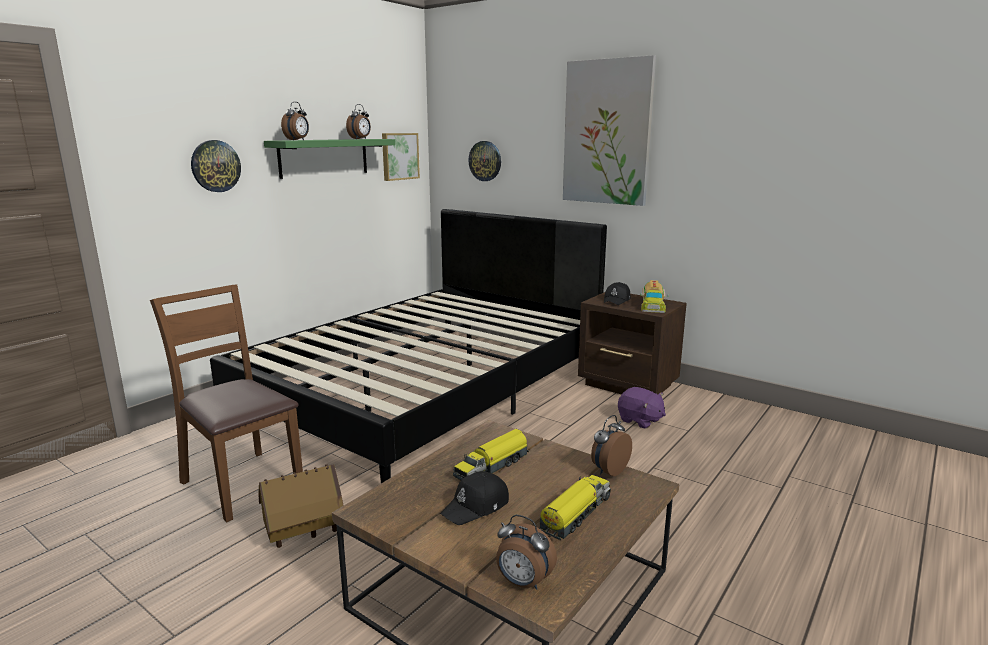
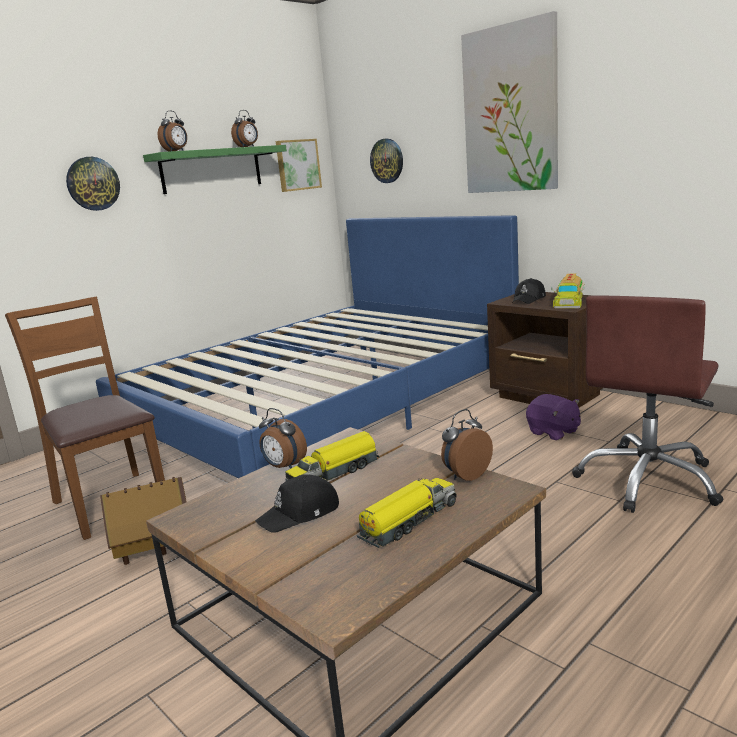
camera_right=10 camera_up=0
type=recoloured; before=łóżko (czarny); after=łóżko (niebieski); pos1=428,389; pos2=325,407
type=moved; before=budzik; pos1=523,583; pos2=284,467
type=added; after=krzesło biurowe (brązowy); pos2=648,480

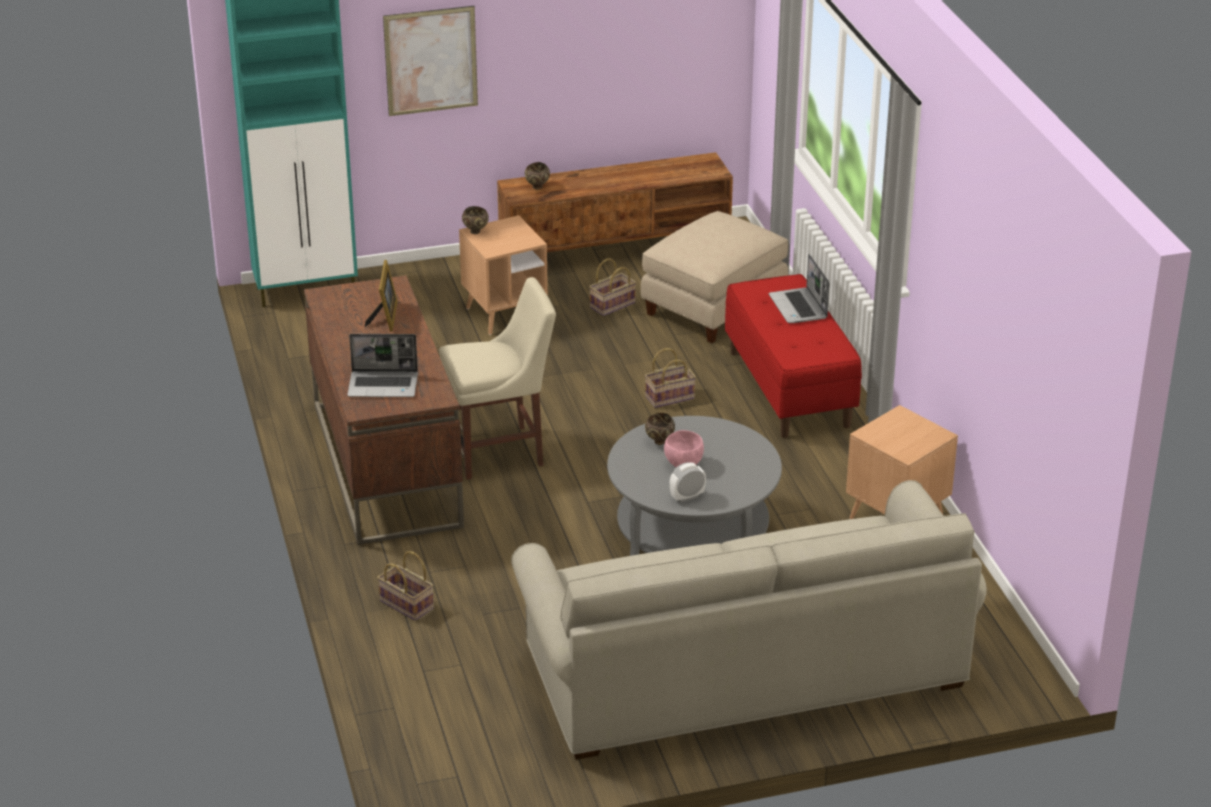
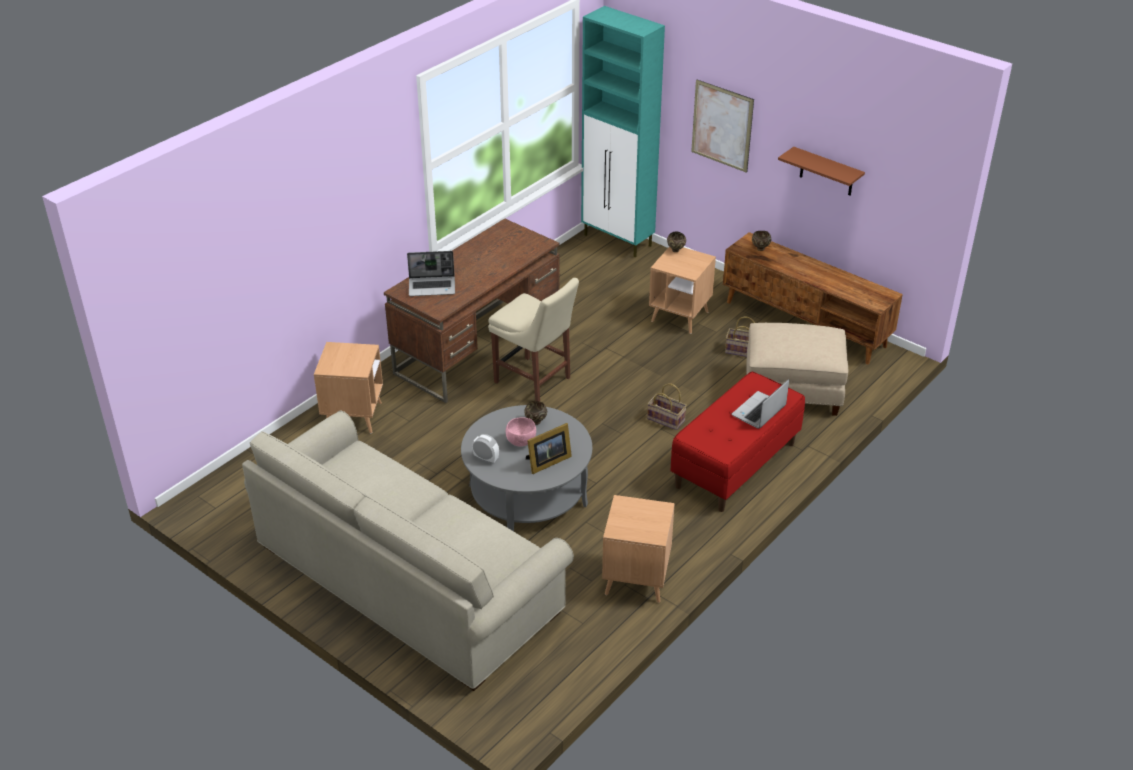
camera_right=55 camera_up=5
type=replaced; before=koszyk; after=stolik (brązowy); pos1=404,604; pos2=353,416
type=turned; before=laptop; pos1=384,385; pos2=432,287; turn=-60
type=moved; before=ramka na zdjęcie; pos1=385,317; pos2=547,462
type=added; after=półka (brązowy); pos2=827,172

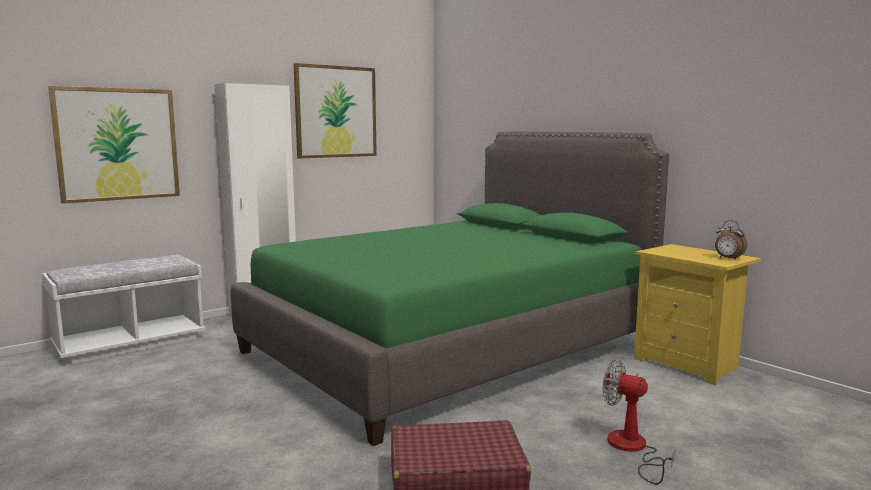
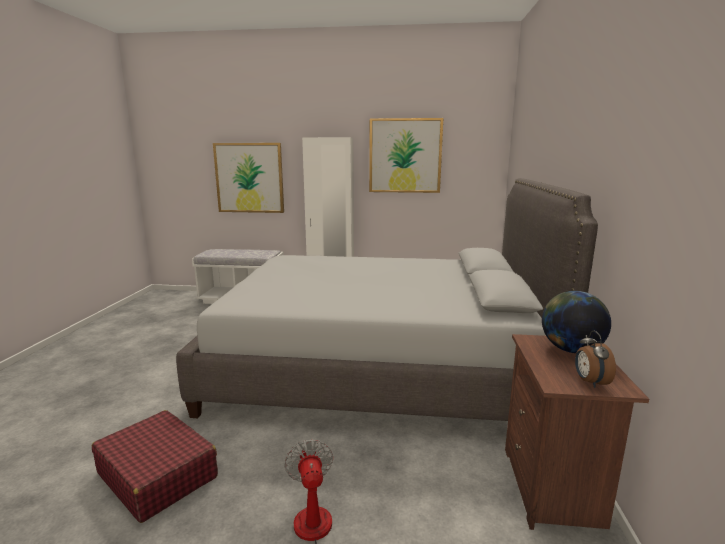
camera_right=45 camera_up=5
type=recoloured; before=łóżko (zielony); after=łóżko (szary); pos1=450,348; pos2=378,367
type=recoloured; before=szafka nocna (żółty); after=szafka nocna (brązowy); pos1=689,364; pos2=553,488
type=added; after=globus; pos2=570,349

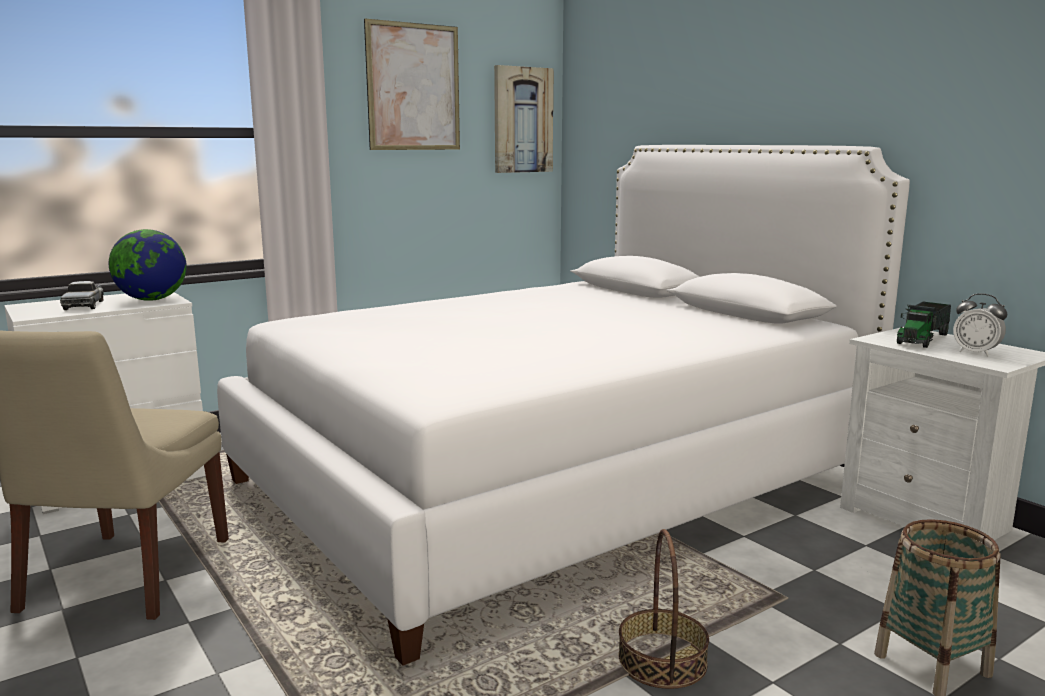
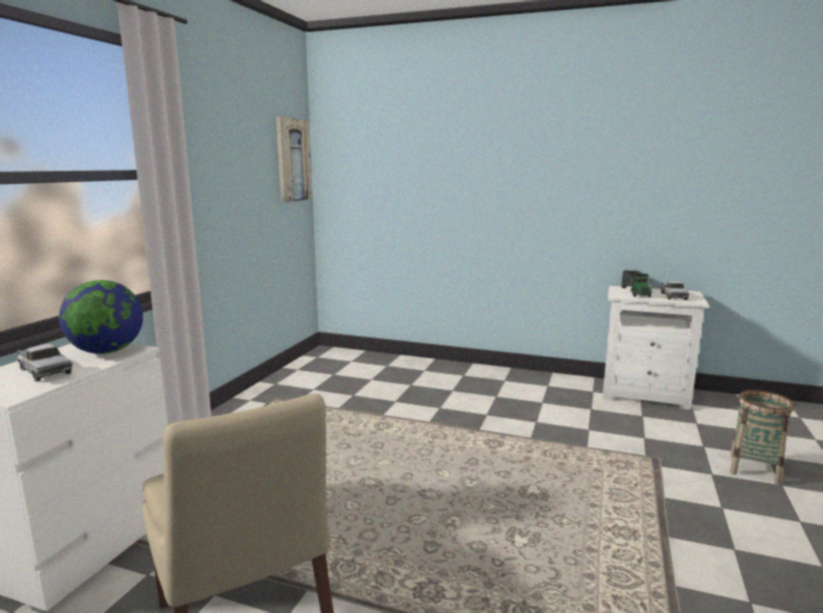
camera_right=-35 camera_up=0
type=replaced; before=budzik; after=ciężarówka zabawkowa; pos1=976,353; pos2=673,296
type=removed; before=łóżko (biały); pos1=552,481
type=removed; before=obraz; pos1=413,87
type=removed; before=koszyk; pos1=662,660

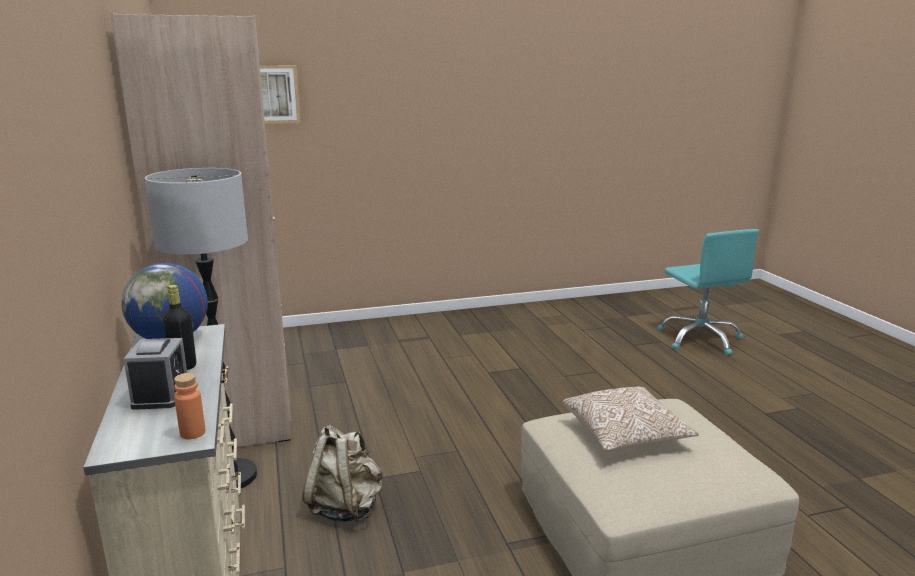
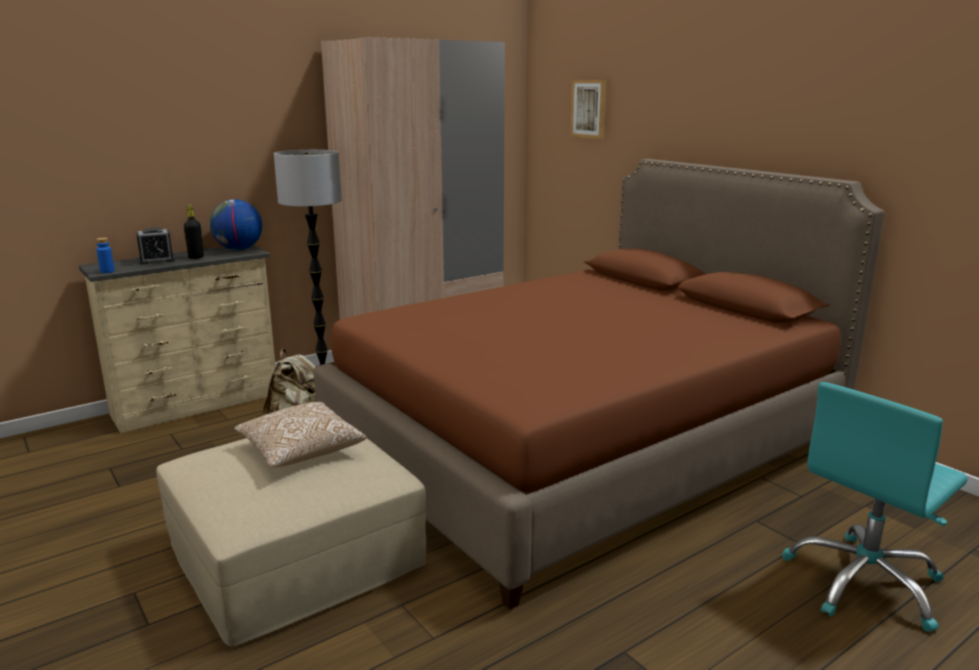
camera_right=70 camera_up=0
type=recoloured; before=butelka (pomarańczowy); after=butelka (niebieski); pos1=192,433; pos2=107,271
type=added; after=łóżko (brązowy); pos2=583,446

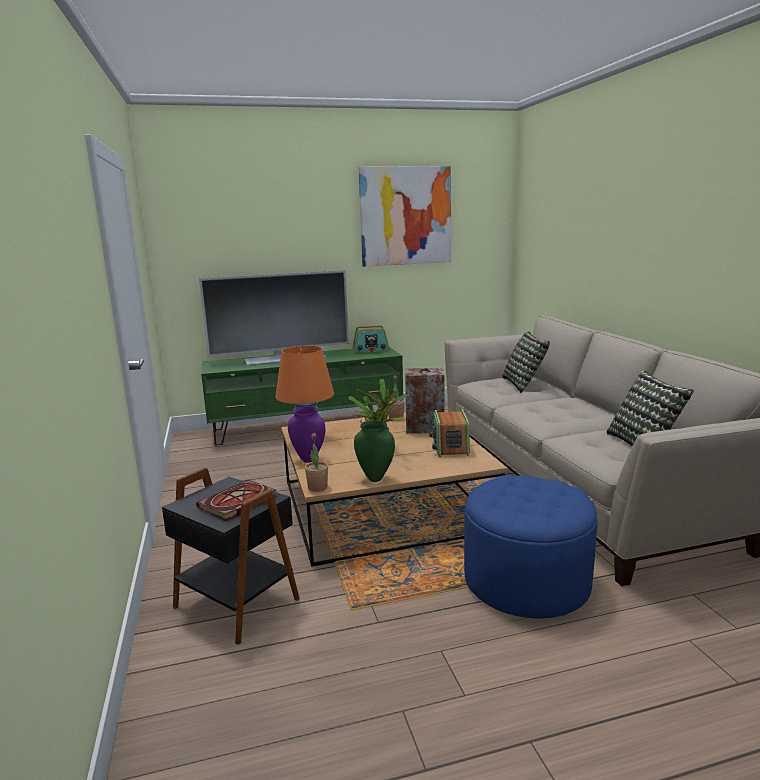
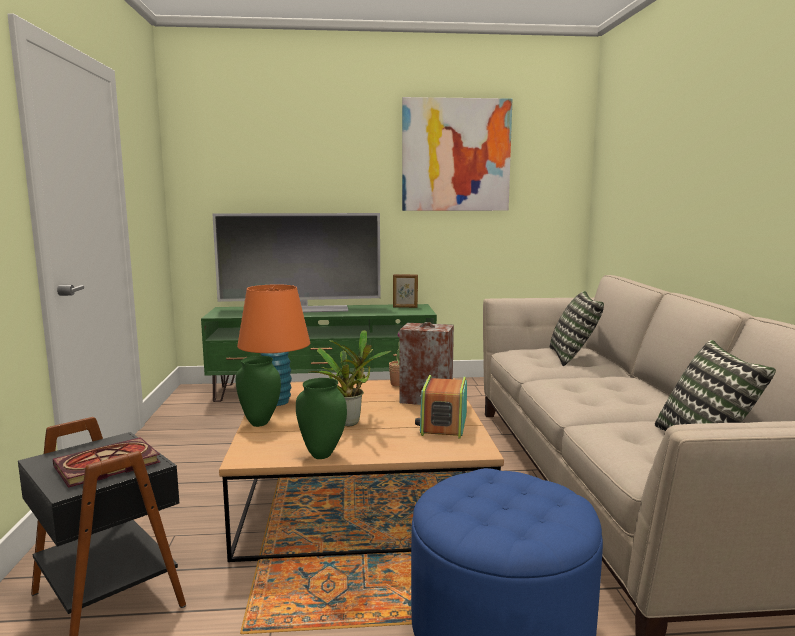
camera_right=10 camera_up=-5
type=recoloured; before=wazon (fioletowy); after=wazon (zielony); pos1=308,460; pos2=259,423
type=replaced; before=radio; after=ramka na zdjęcie; pos1=371,350; pos2=405,307
type=removed; before=roślina doniczkowa; pos1=317,487

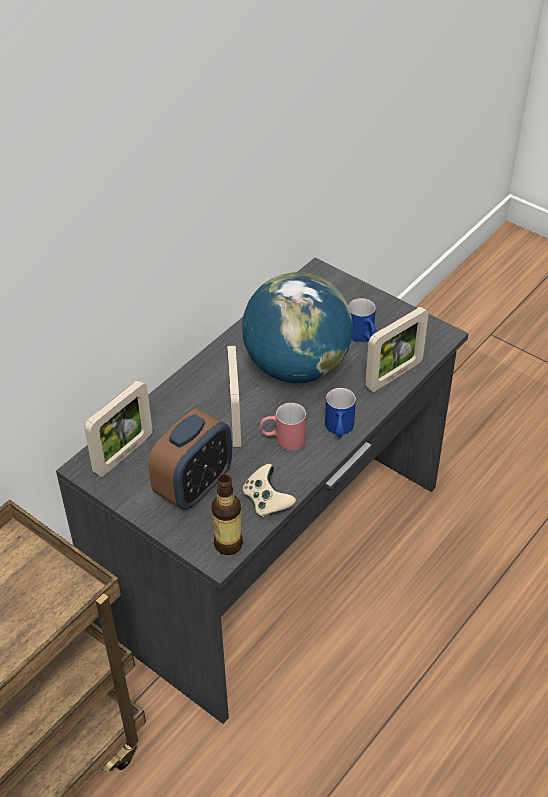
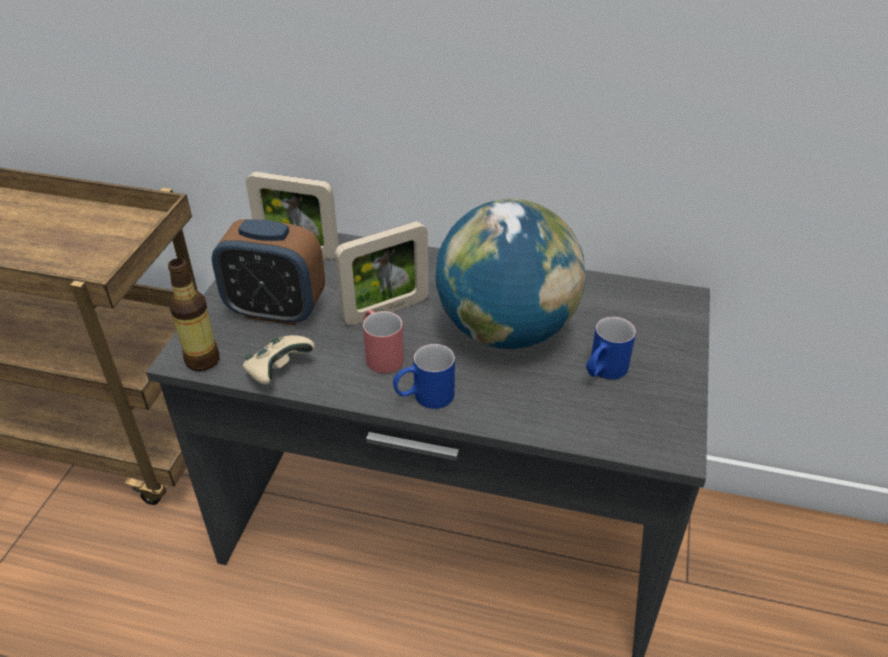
camera_right=65 camera_up=-5
type=removed; before=ramka na zdjęcie; pos1=394,375

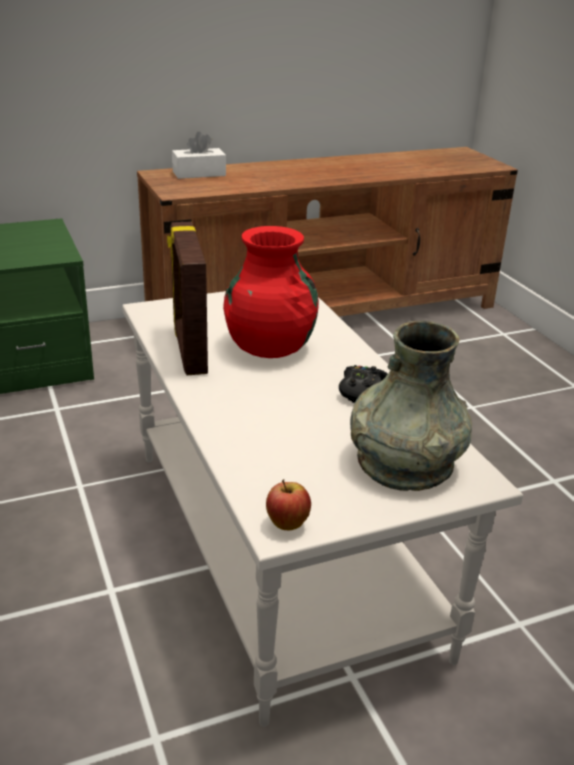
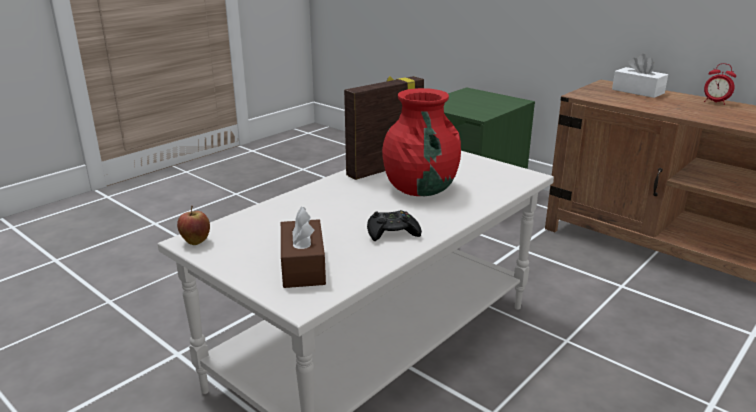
camera_right=65 camera_up=-5
type=replaced; before=wazon (szary); after=pudełko chusteczek (brązowy); pos1=404,462; pos2=303,266
type=added; after=budzik; pos2=715,102

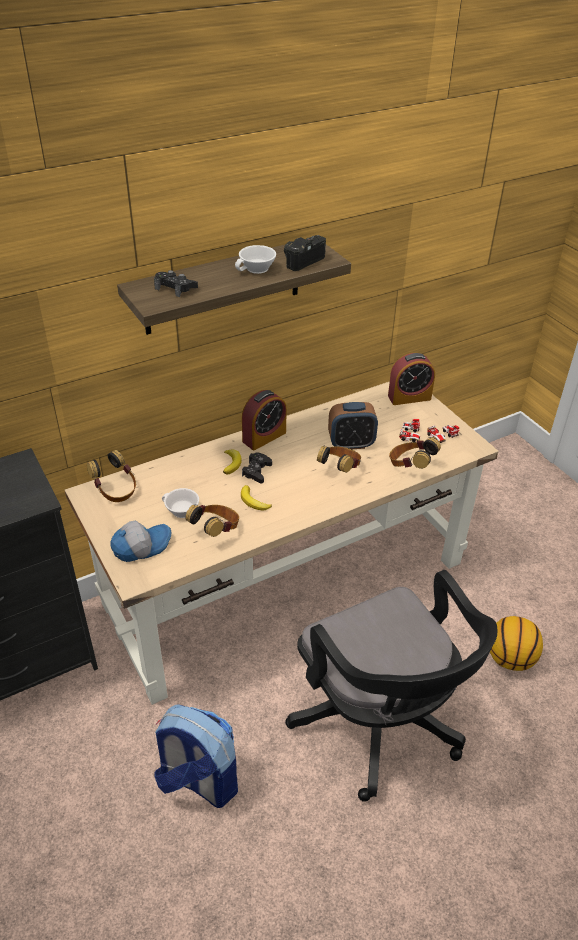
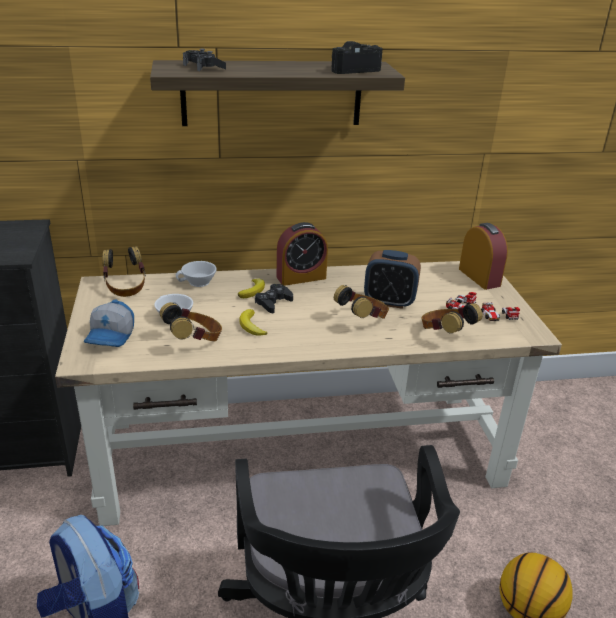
camera_right=20 camera_up=-10
type=turned; before=czapka z daszkiem; pos1=141,546; pos2=111,335; turn=105
type=moved; before=filiżanka (biały); pos1=257,269; pos2=198,282
type=turned; before=budzik; pos1=409,397; pos2=479,277; turn=-120

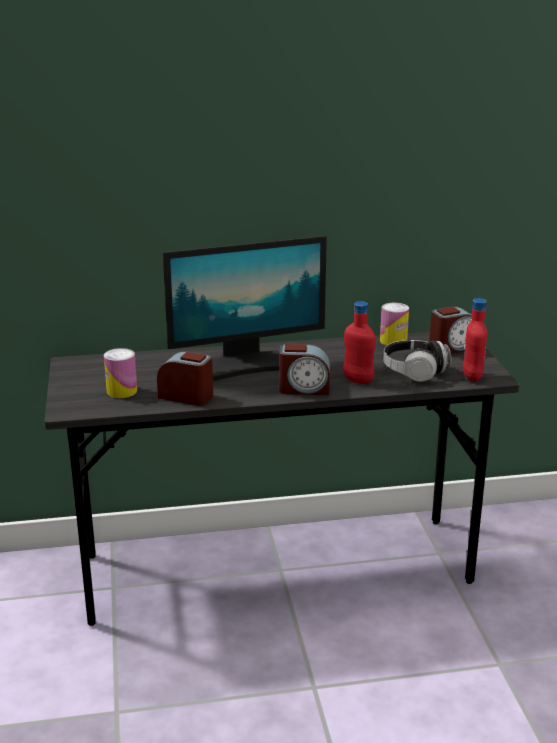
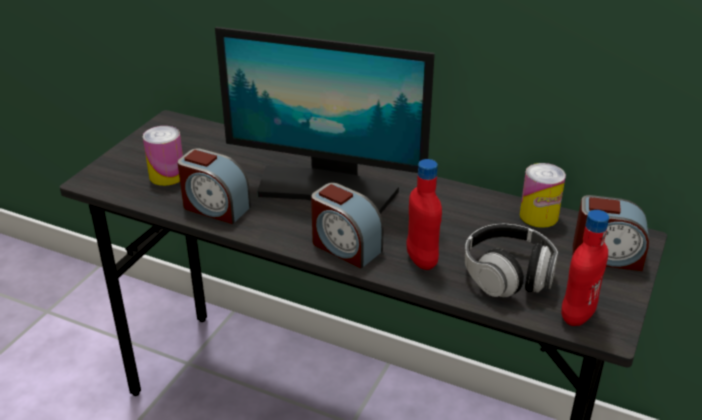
camera_right=35 camera_up=10
type=turned; before=budzik; pos1=187,396; pos2=215,207; turn=150

